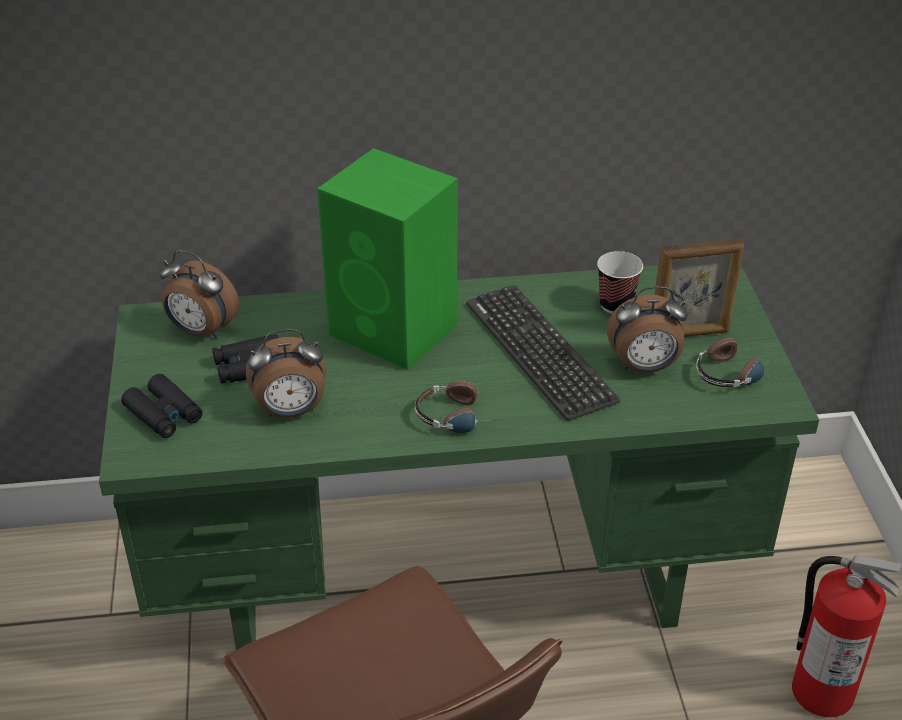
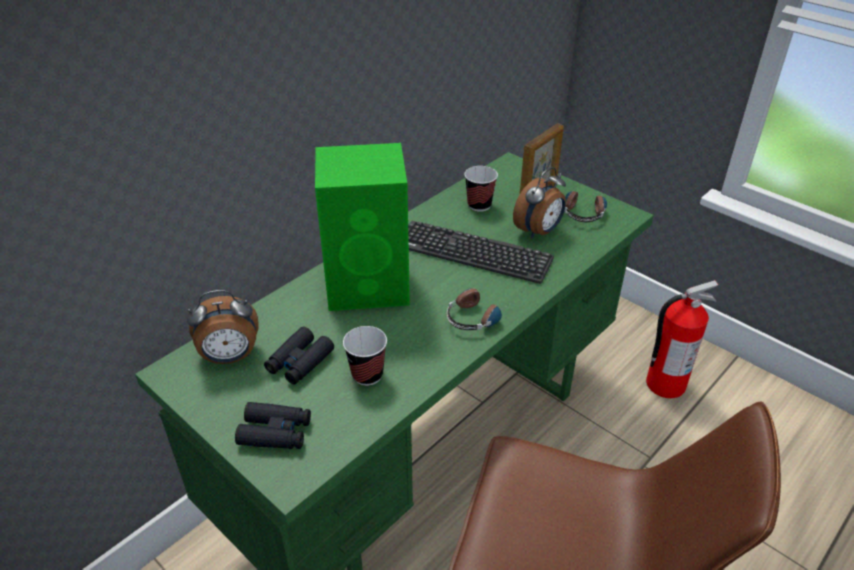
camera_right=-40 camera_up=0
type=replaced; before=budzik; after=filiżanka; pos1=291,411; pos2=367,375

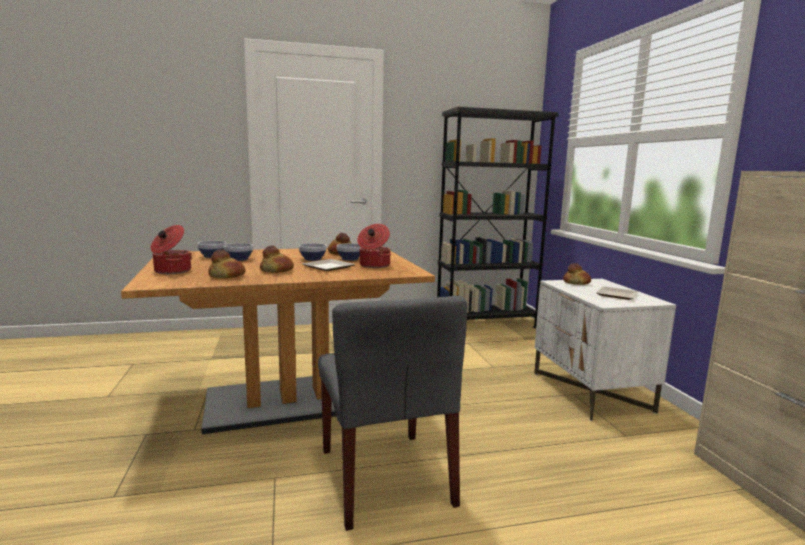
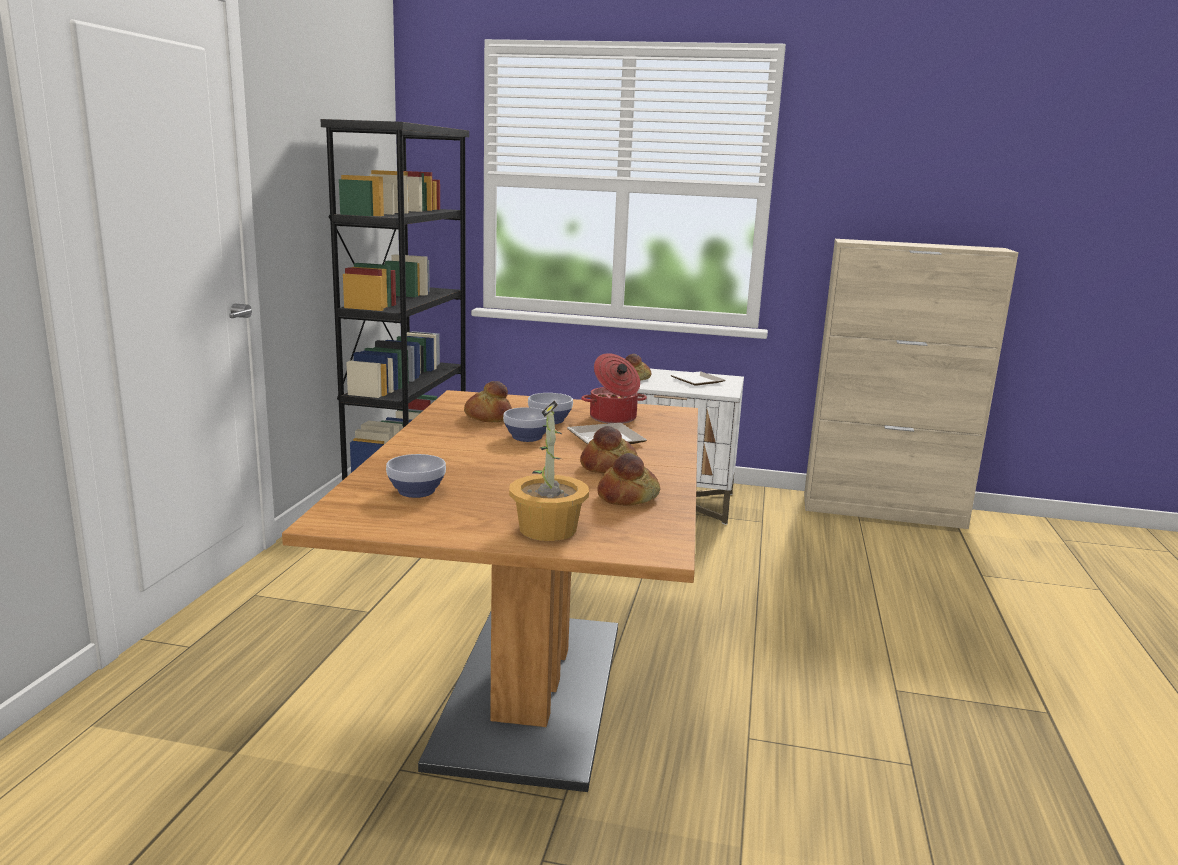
camera_right=-65 camera_up=5
type=replaced; before=garnek; after=roślina doniczkowa; pos1=171,271; pos2=549,529
type=removed; before=miska; pos1=238,259
type=removed; before=krzesło (szary); pos1=385,477

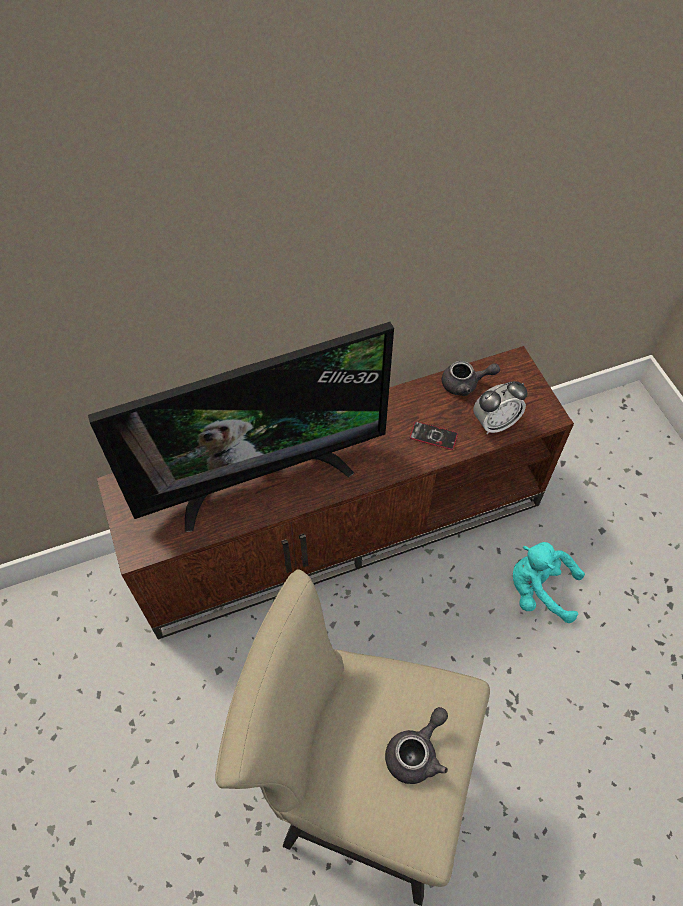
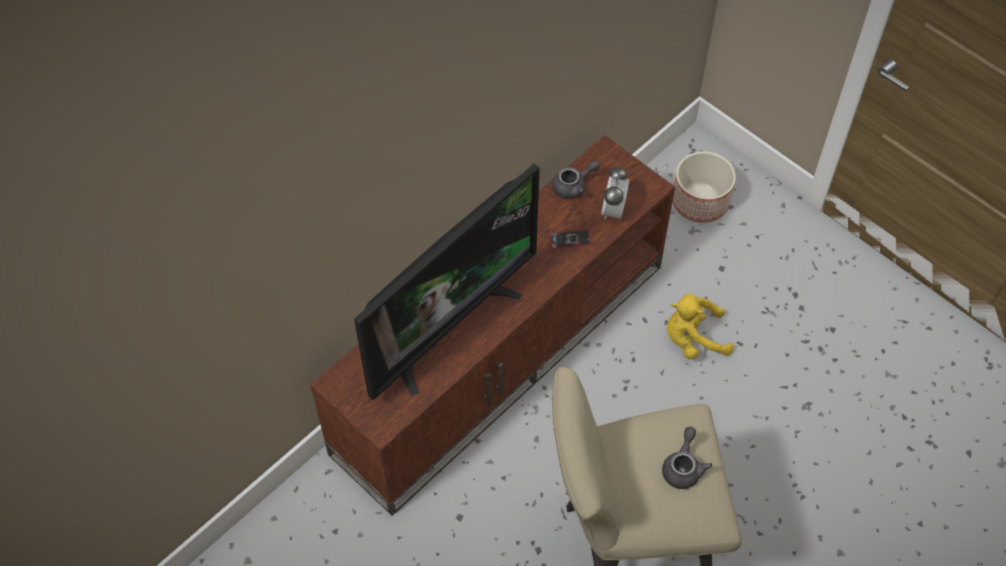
camera_right=-25 camera_up=0
type=turned; before=budzik; pos1=495,423; pos2=613,210; turn=150
type=recoloured; before=pluszak (turkusowy); after=pluszak (żółty); pos1=539,590; pos2=693,339
type=added; after=donica; pos2=700,201

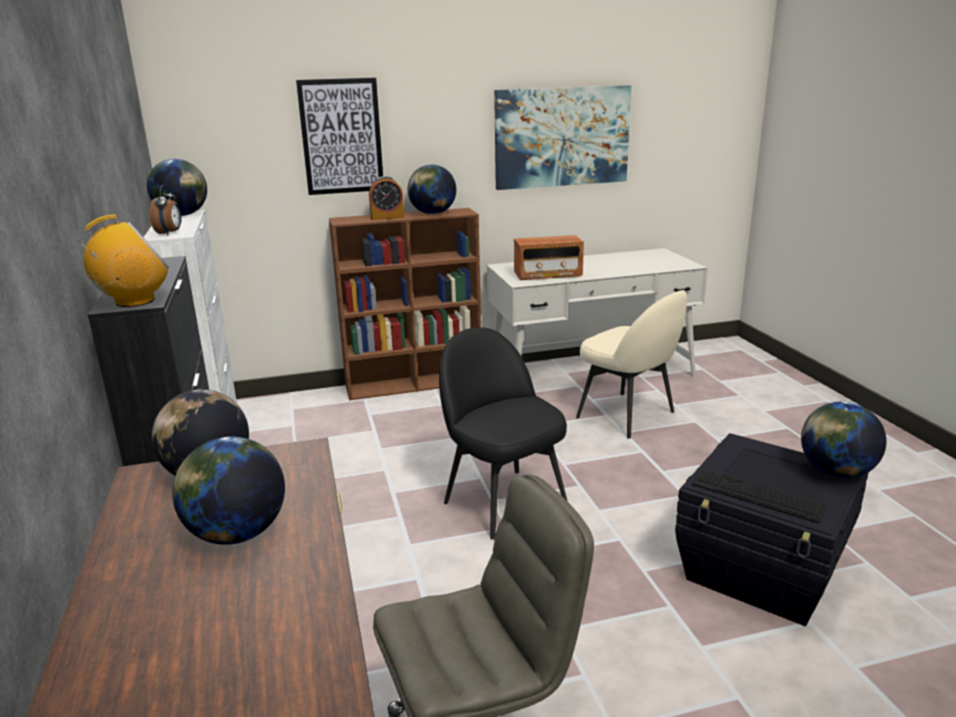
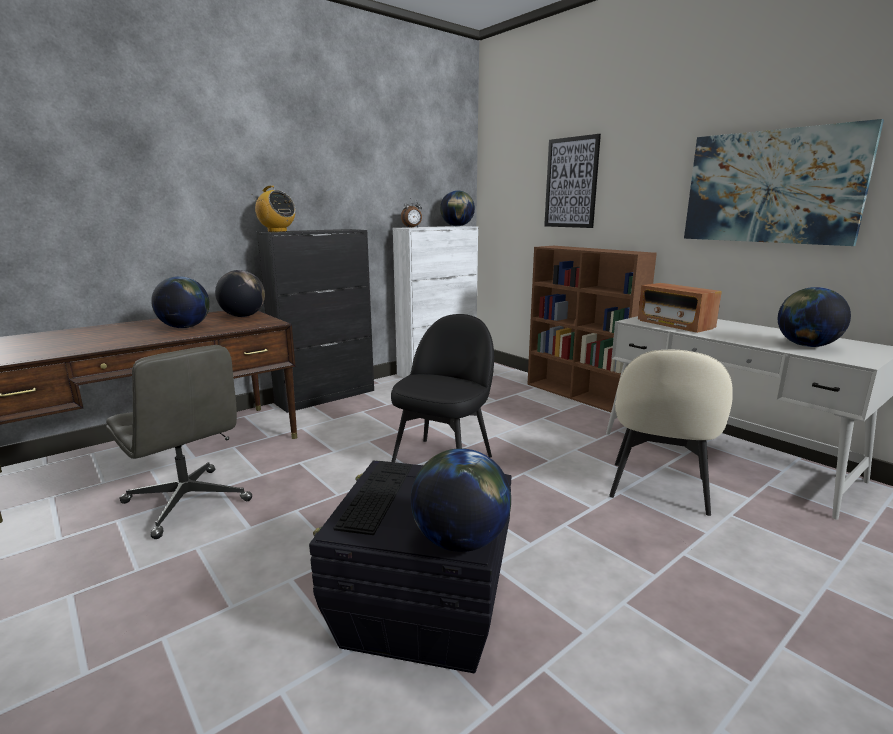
camera_right=65 camera_up=-5
type=moved; before=globus; pos1=432,213; pos2=806,345
type=removed; before=budzik; pos1=387,217

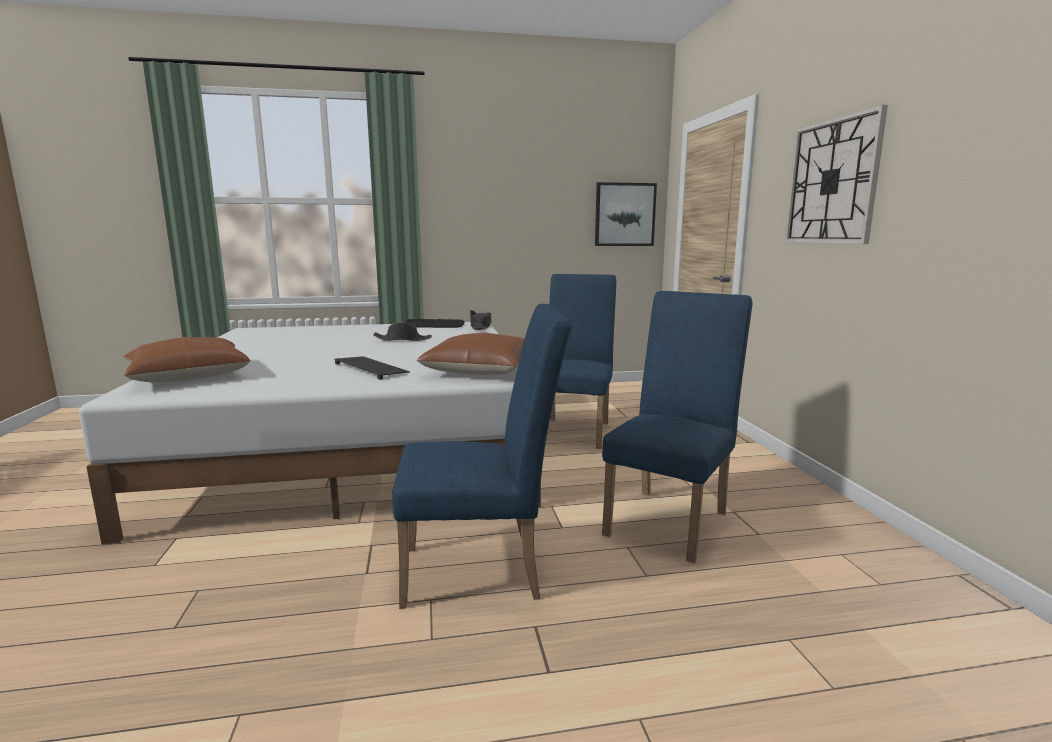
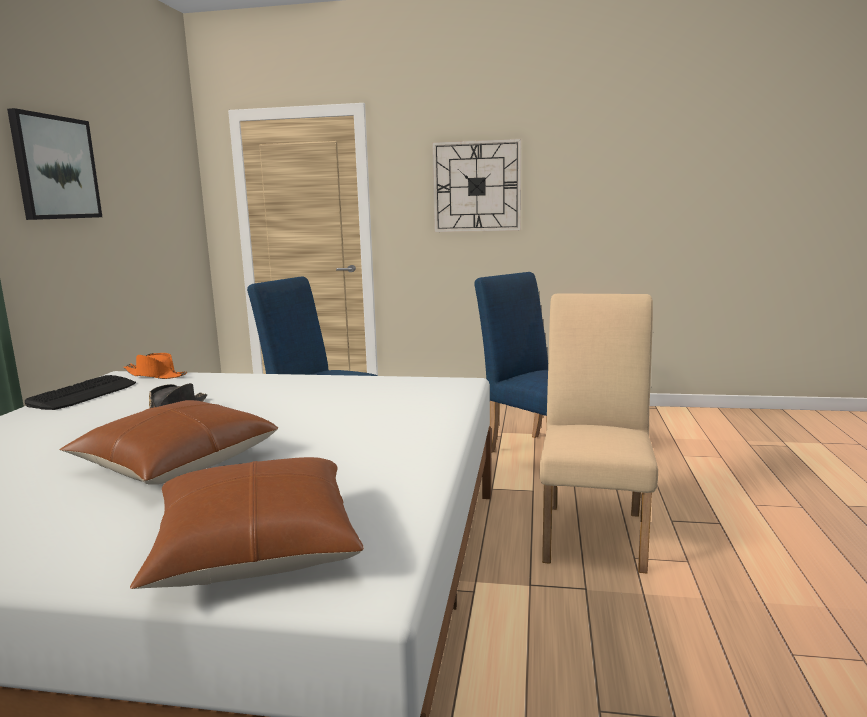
camera_right=-70 camera_up=0
type=moved; before=obraz; pos1=624,214; pos2=55,168
type=moved; before=poduszka (brązowy); pos1=481,370; pos2=176,463
type=recoloured; before=kapelusz (czarny); after=kapelusz (pomarańczowy); pos1=480,327; pos2=156,375
type=recoloured; before=krzesło (niebieski); after=krzesło (beżowy); pos1=483,571; pos2=595,531
type=removed; before=klawiatura; pos1=372,368

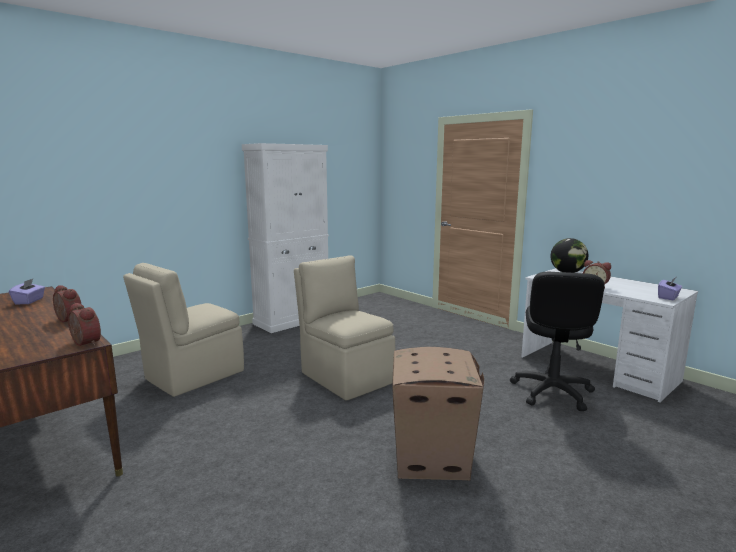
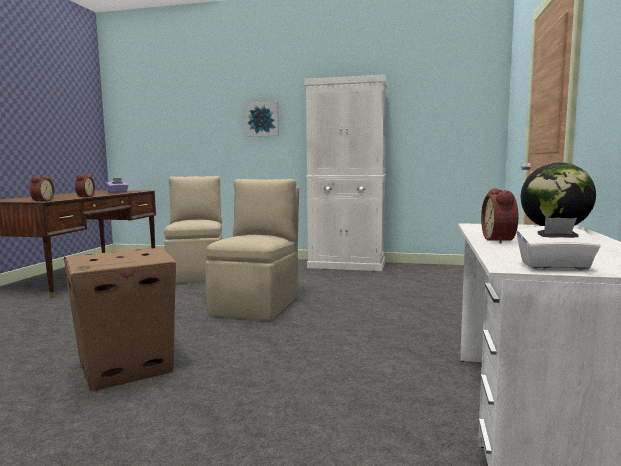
camera_right=55 camera_up=-5
type=turned; before=krzesło (beżowy); pos1=192,376; pos2=197,274; turn=75
type=added; after=obraz; pos2=262,119
type=recoloured; before=pudełko chusteczek (fioletowy); after=pudełko chusteczek (biały); pos1=668,297; pos2=555,267
type=removed; before=krzesło biurowe (czarny); pos1=551,392

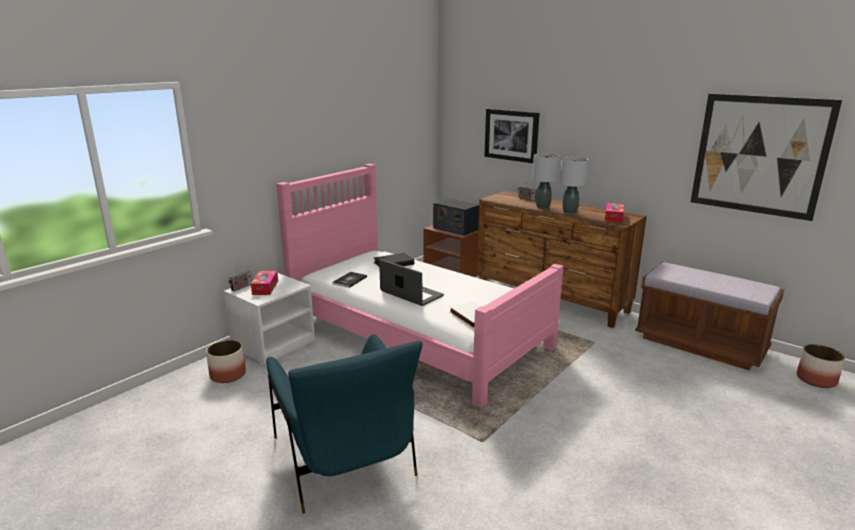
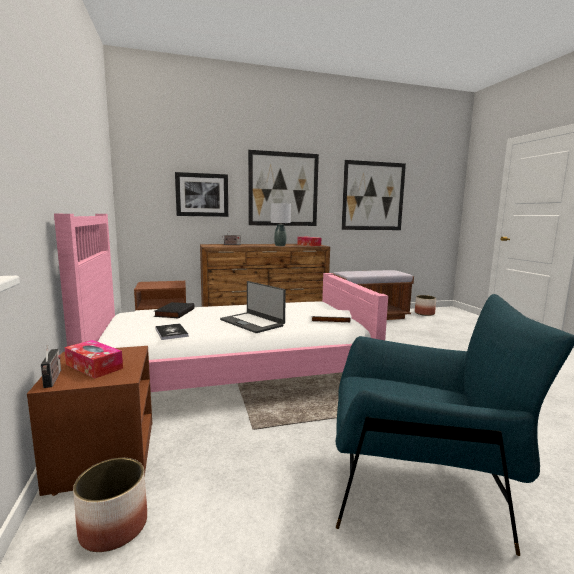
camera_right=-55 camera_up=-10
type=recoloured; before=szafka nocna (biały); after=szafka nocna (brązowy); pos1=273,343; pos2=103,455
type=turned; before=laptop; pos1=411,294; pos2=252,322; turn=-120
type=added; after=obraz; pos2=283,189
type=removed; before=radio; pos1=456,228
type=removed; before=lampa stołowa (szary); pos1=543,207

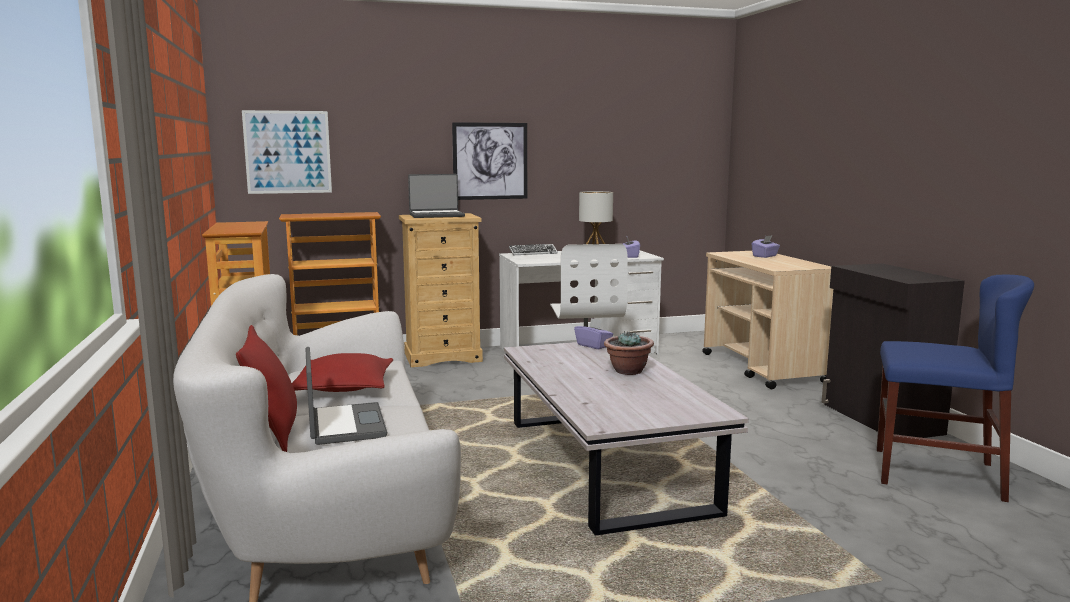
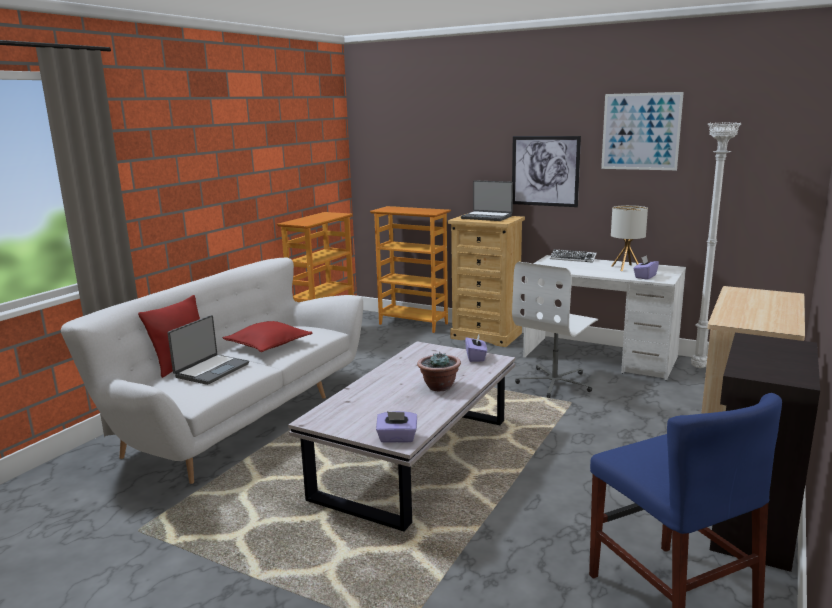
camera_right=45 camera_up=5
type=moved; before=pudełko chusteczek (fioletowy); pos1=765,256; pos2=397,438
type=moved; before=obraz; pos1=287,152; pos2=640,131
type=added; after=lampa stojąca (biały); pos2=699,368

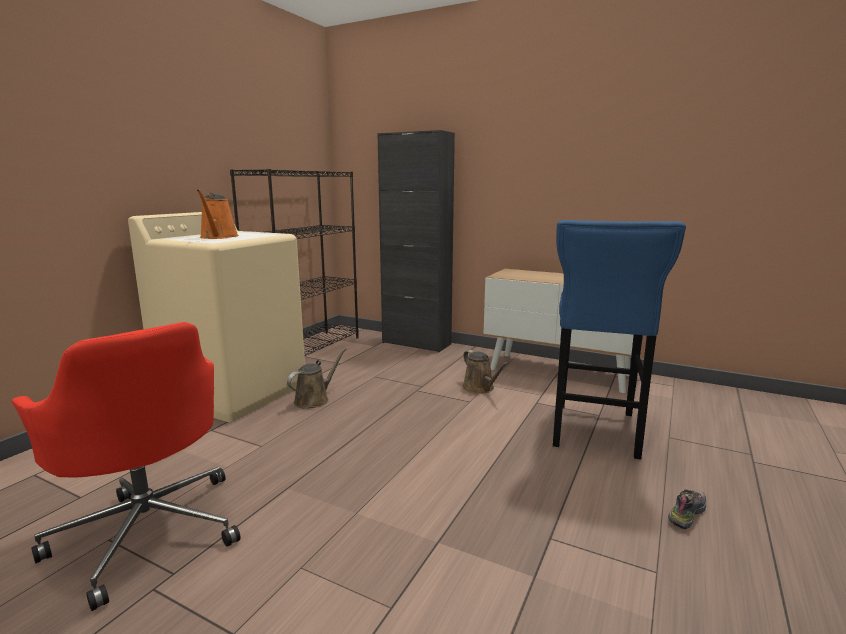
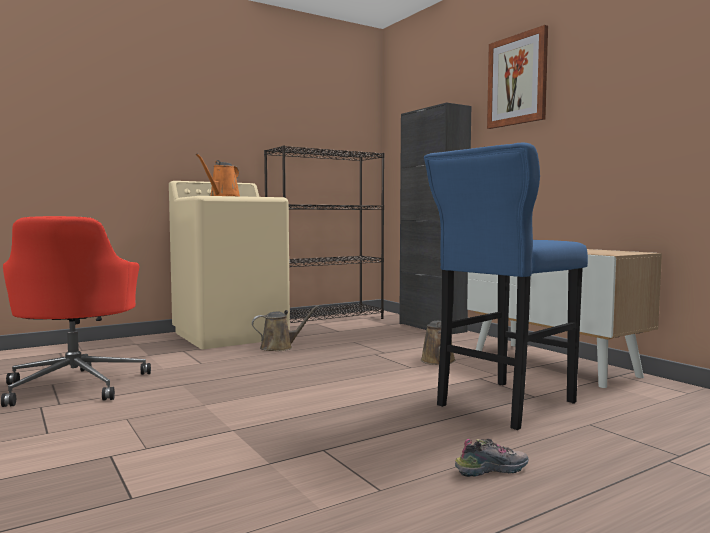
camera_right=30 camera_up=-10
type=added; after=obraz; pos2=517,80

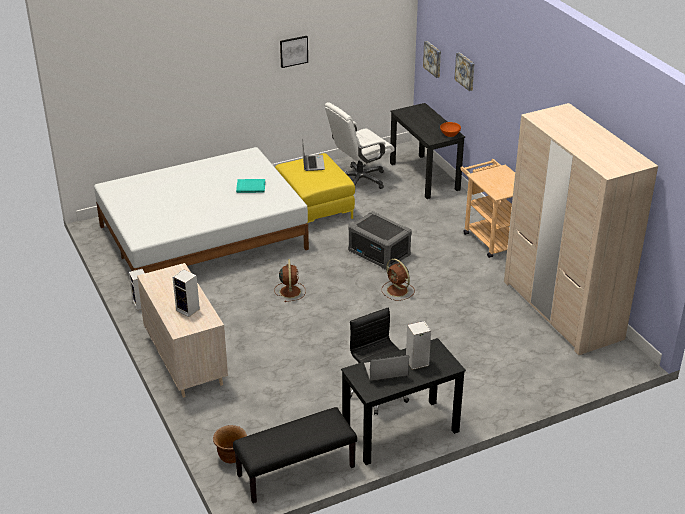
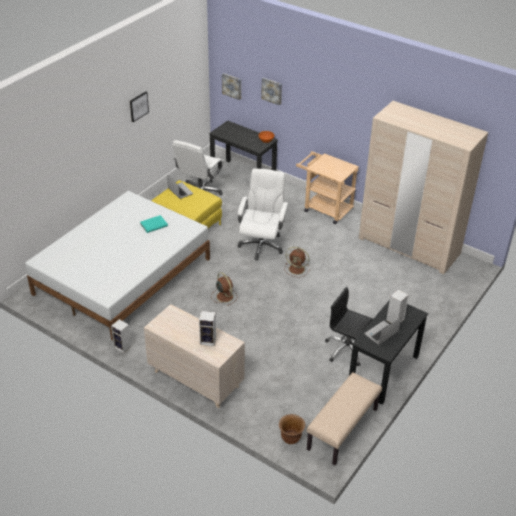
camera_right=-30 camera_up=5
type=replaced; before=pojemnik do przechowywania (szary); after=krzesło biurowe (biały); pos1=379,253; pos2=261,245
type=recoloured; before=ławka (czarny); after=ławka (beżowy); pos1=296,472; pos2=343,429

